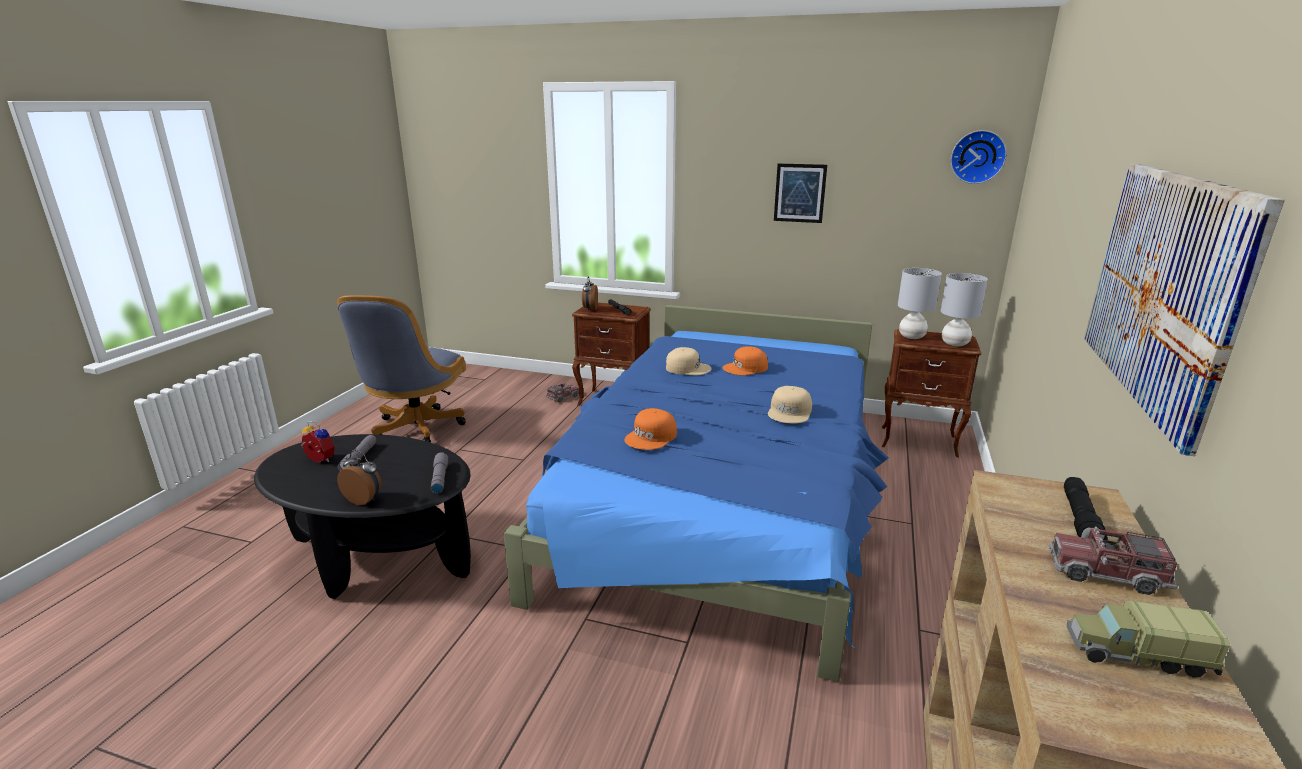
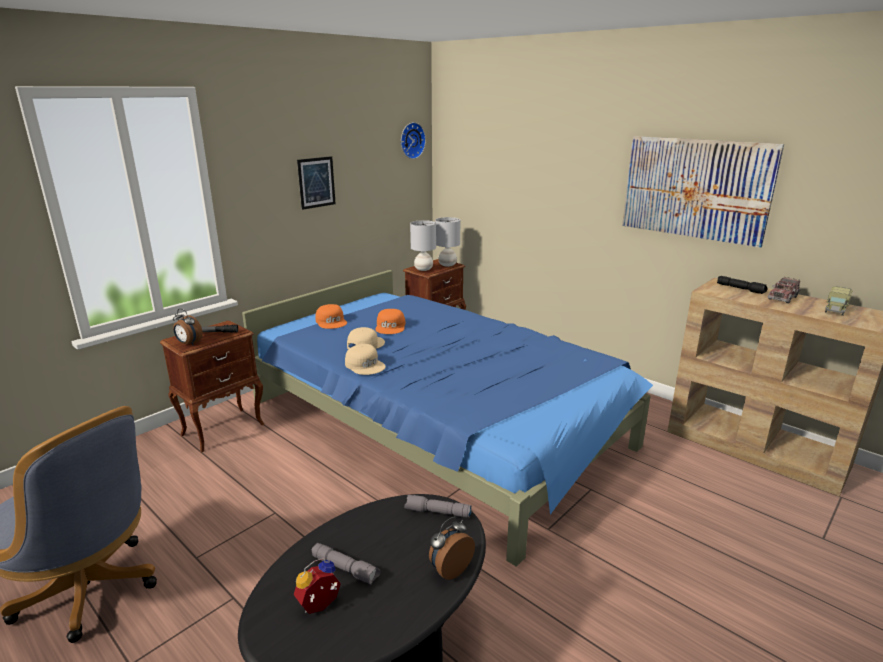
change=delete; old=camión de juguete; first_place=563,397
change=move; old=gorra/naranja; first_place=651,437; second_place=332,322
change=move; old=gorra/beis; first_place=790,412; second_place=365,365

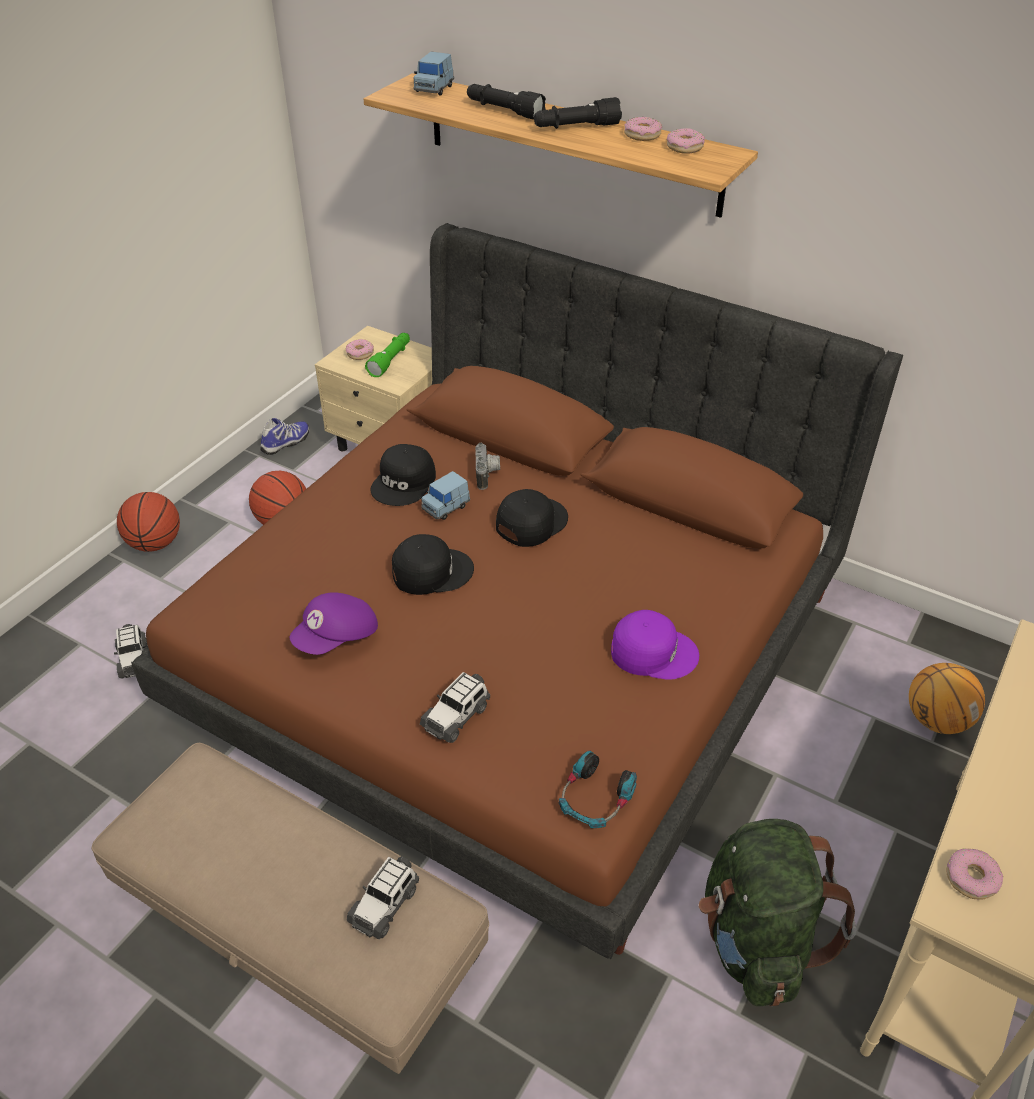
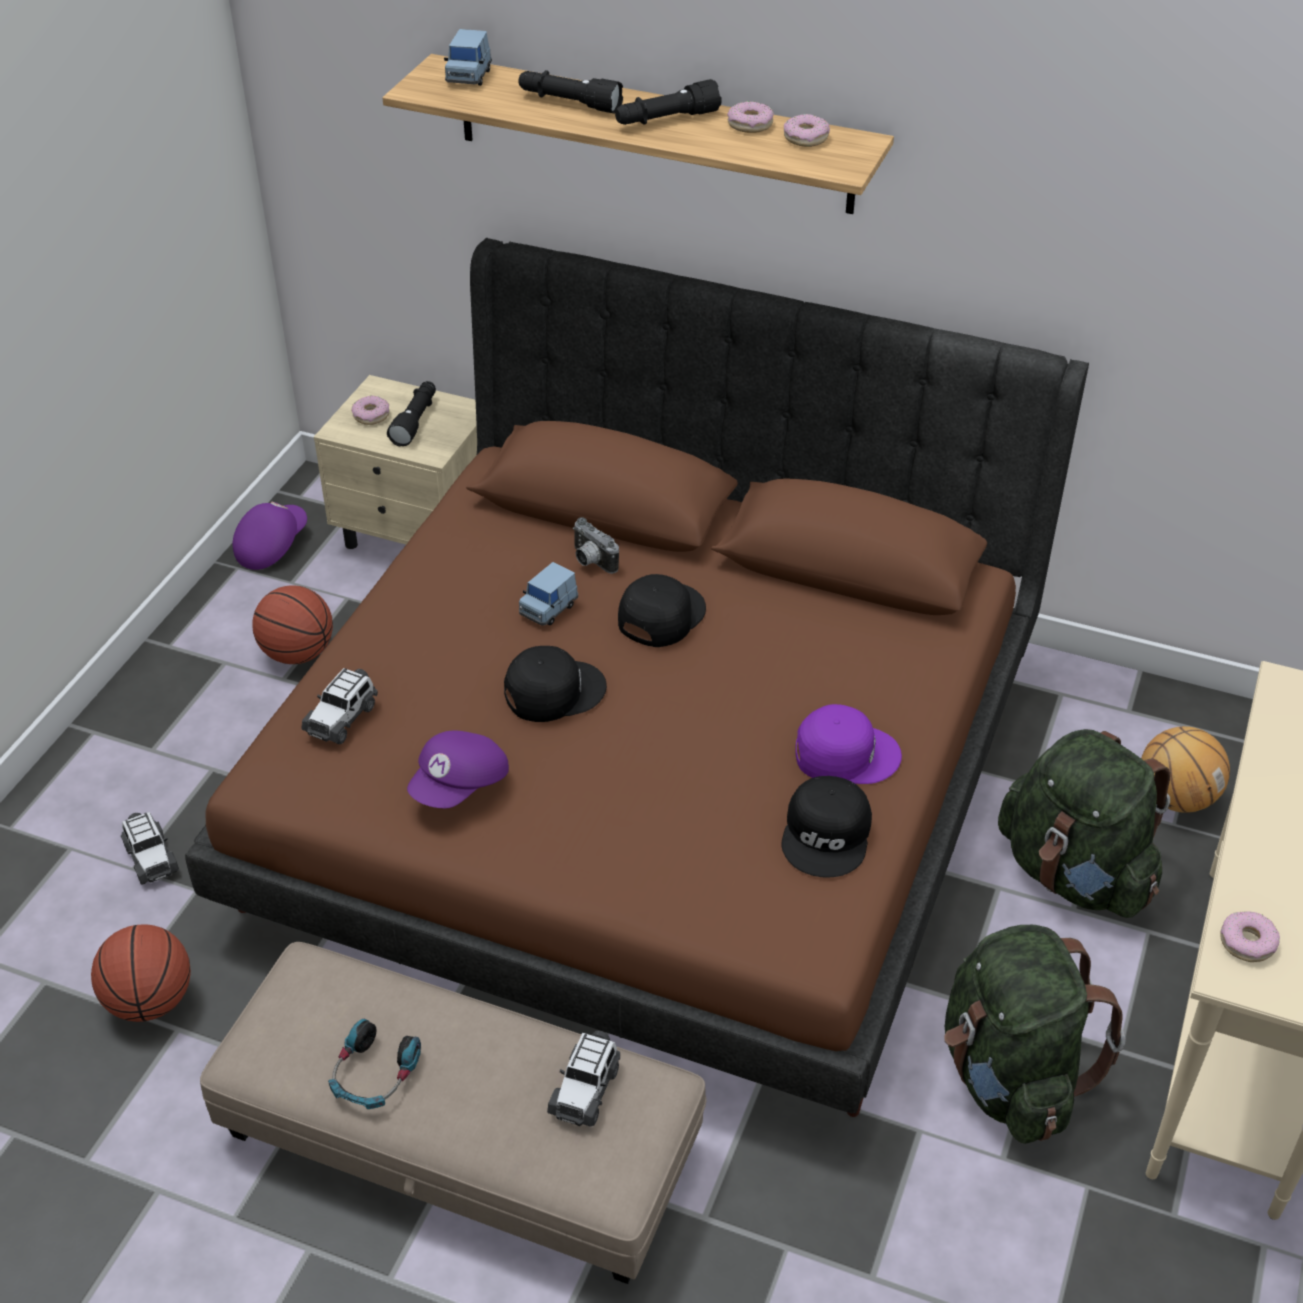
change=insert; new=mochila/verde; second_place=1075,874
change=move; old=balón de baloncesto; first_place=155,543; second_place=150,1001
change=move; old=gorra/negro; first_place=404,482; second_place=828,835
change=move; old=coche de juguete; first_place=456,716; second_place=342,718
change=move; old=auriculares; first_place=595,799; second_place=374,1075
change=replace; old=zapato; new=gorra/morado; first_place=286,443; second_place=271,546
change=recolor; old=linterna/verde; new=linterna/negro; first_place=390,360; second_place=415,421
change=rotate; old=cámara; first_place=488,475; second_place=590,561; degrees=150

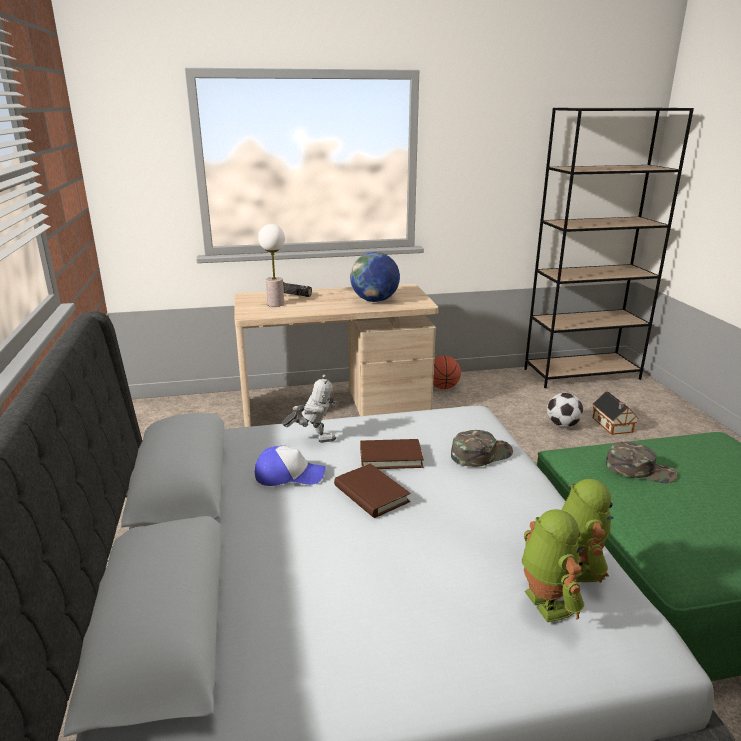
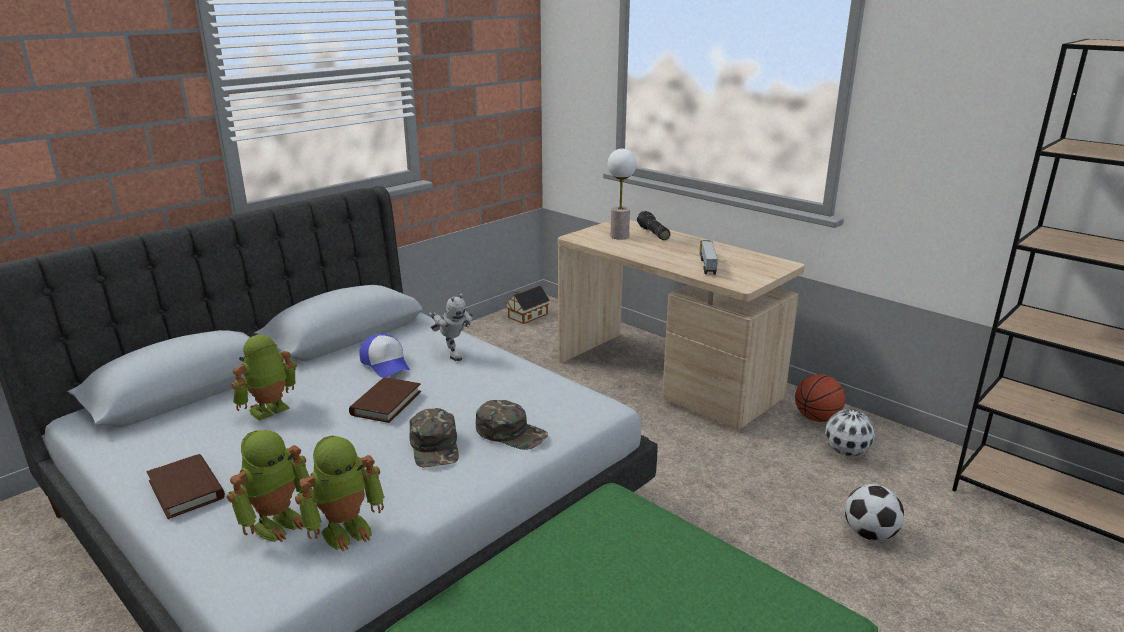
change=insert; new=robot de juguete; second_place=270,411
change=insert; new=balón de fútbol; second_place=847,452
change=move; old=libro/marrón; first_place=390,457; second_place=186,489
change=move; old=casita; first_place=612,426; second_place=526,316
change=move; old=gorra/verde; first_place=640,469; second_place=435,446
change=replace; old=globo terráqueo; new=camión de juguete; first_place=374,300; second_place=707,264

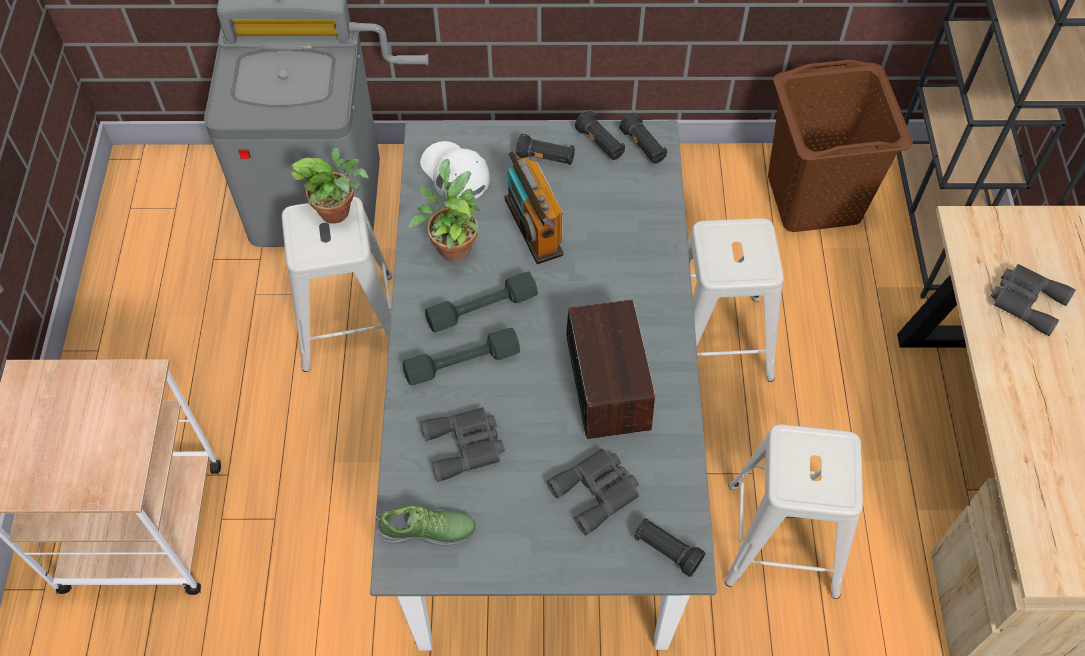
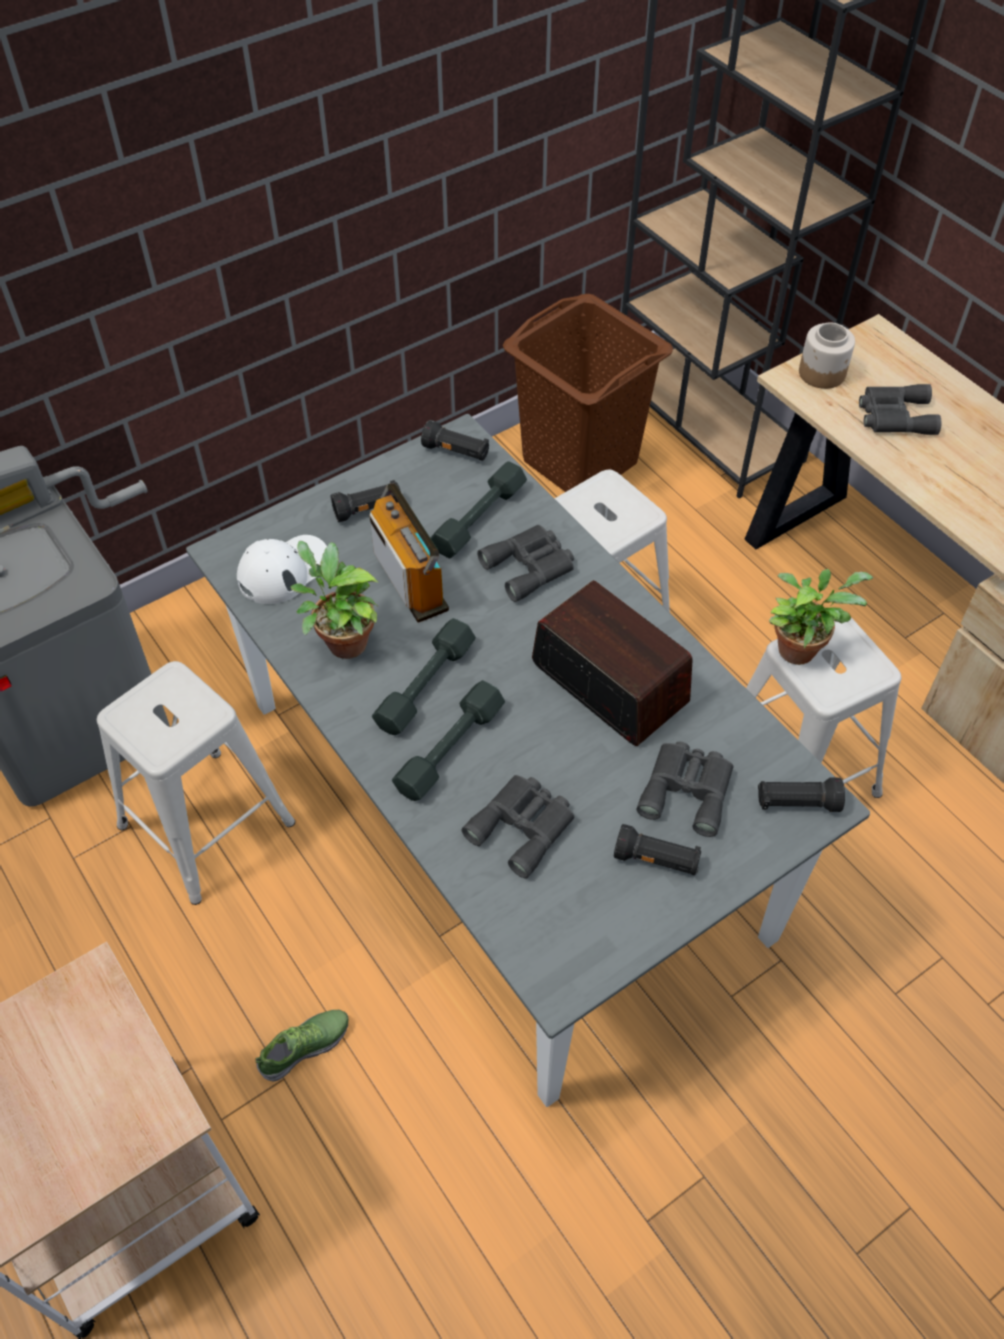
change=insert; new=mancuerna/gris; second_place=479,518
change=insert; new=prismáticos/gris; second_place=531,566
change=insert; new=tarro; second_place=822,373
change=move; old=planta en maceta; first_place=339,211; second_place=800,647
change=move; old=zapato; first_place=427,531; second_place=305,1047
change=move; old=linterna/negro; first_place=600,144; second_place=656,860
change=rotate; old=gorra/blanco; first_place=455,172; second_place=284,570; degrees=120
change=rotate; old=radio; first_place=533,227; second_place=411,580; degrees=-150

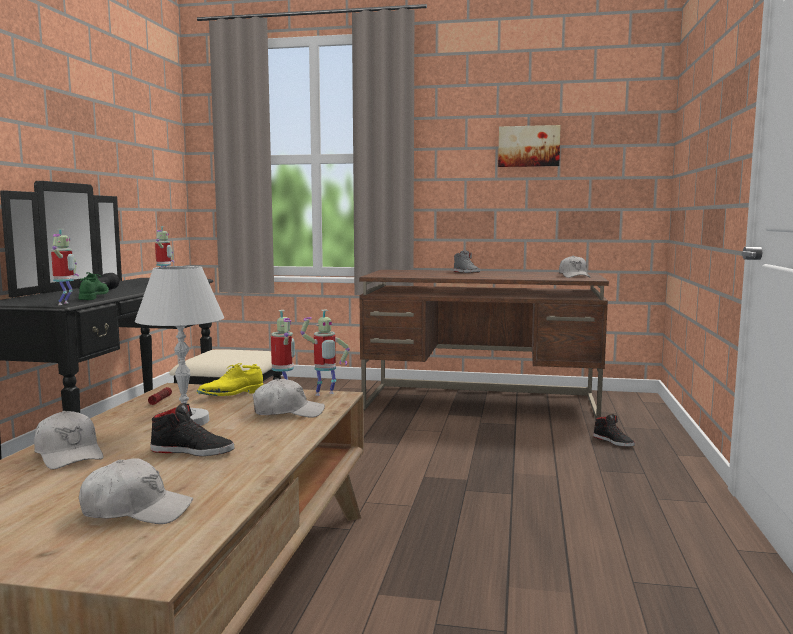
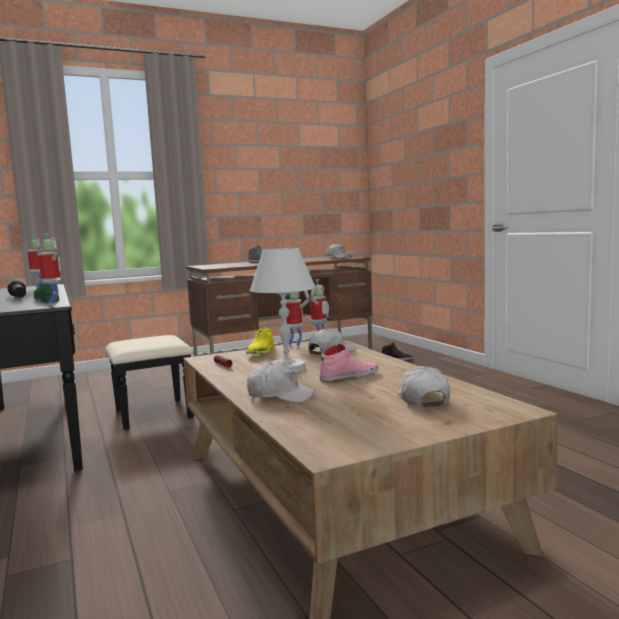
change=delete; old=cuadro; first_place=528,146
change=recolor; old=zapato/negro; new=zapato/rosa; first_place=193,451; second_place=349,376
change=rotate; old=gorra/blanco; first_place=136,510; second_place=422,399; degrees=-60

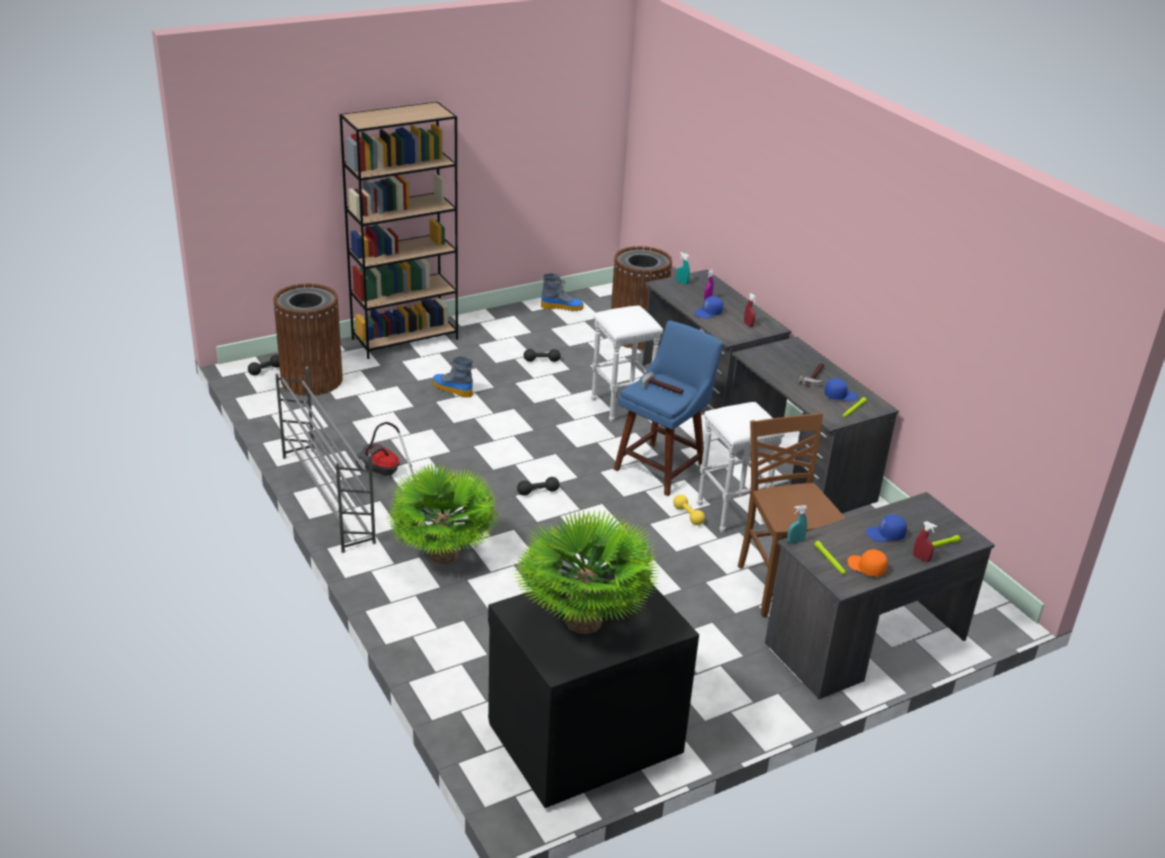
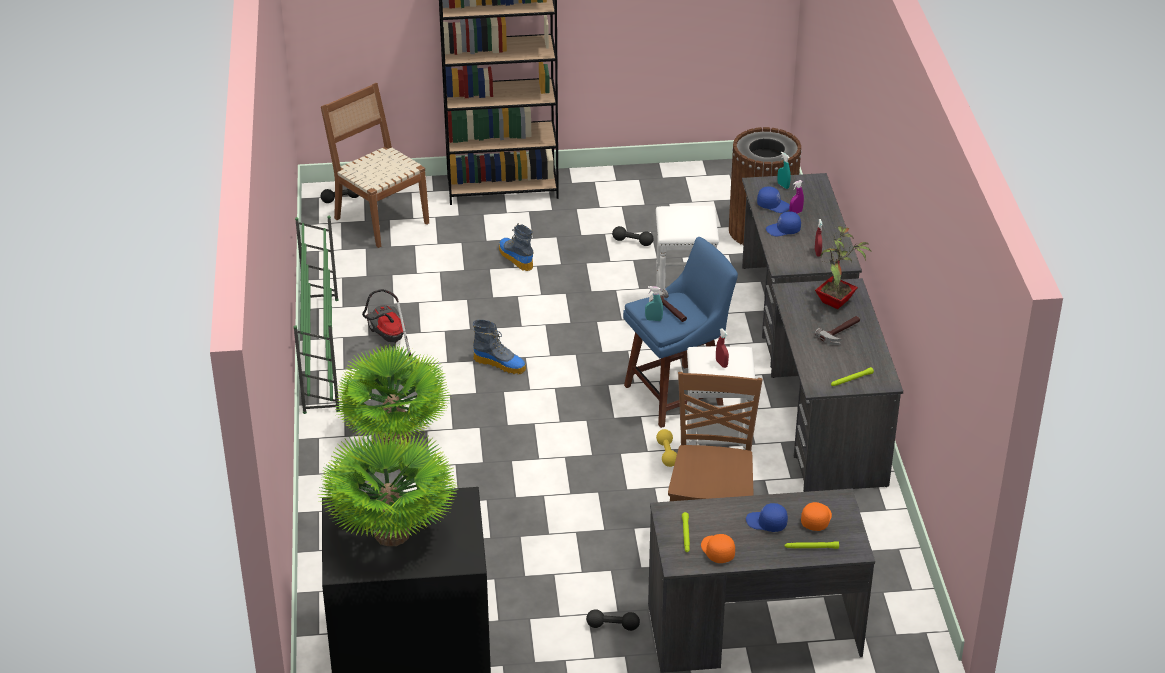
change=insert; new=gorra/naranja; second_place=816,519
change=insert; new=planta en maceta; second_place=836,302
change=move; old=mancuerna/negro; first_place=538,492; second_place=612,626
change=move; old=bota; first_place=562,307; second_place=500,364
change=move; old=pulverizador/turquesa; first_place=795,541; second_place=653,319
change=move; old=gorra/azul; first_place=840,395; second_place=773,205
change=move; old=pulverizador/rojo; first_place=921,558; second_place=721,364
change=replace; old=papelera/marrón; new=silla; first_place=311,380; second_place=380,219
change=recolor; old=zapatero/gris; new=zapatero/verde; first_place=327,498; second_place=321,353

